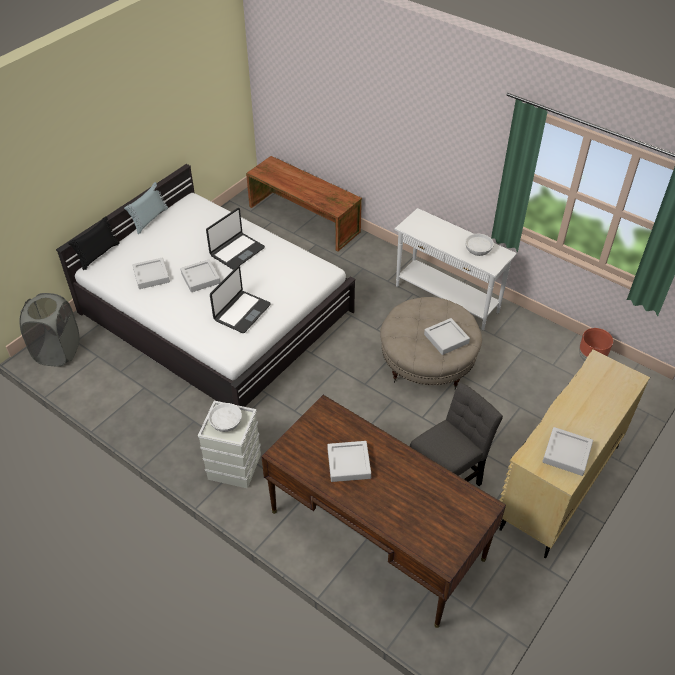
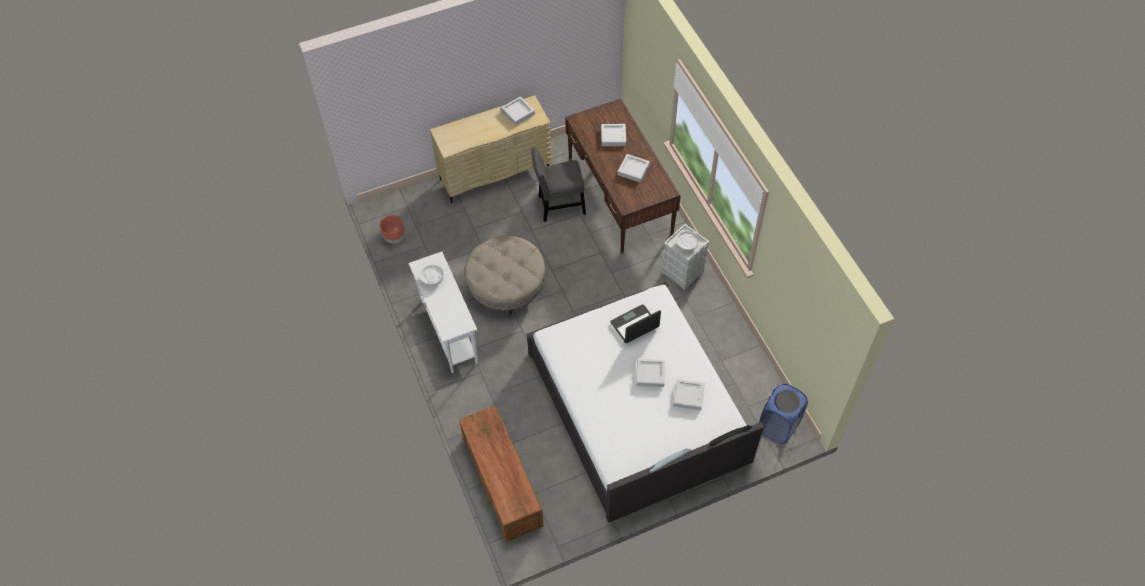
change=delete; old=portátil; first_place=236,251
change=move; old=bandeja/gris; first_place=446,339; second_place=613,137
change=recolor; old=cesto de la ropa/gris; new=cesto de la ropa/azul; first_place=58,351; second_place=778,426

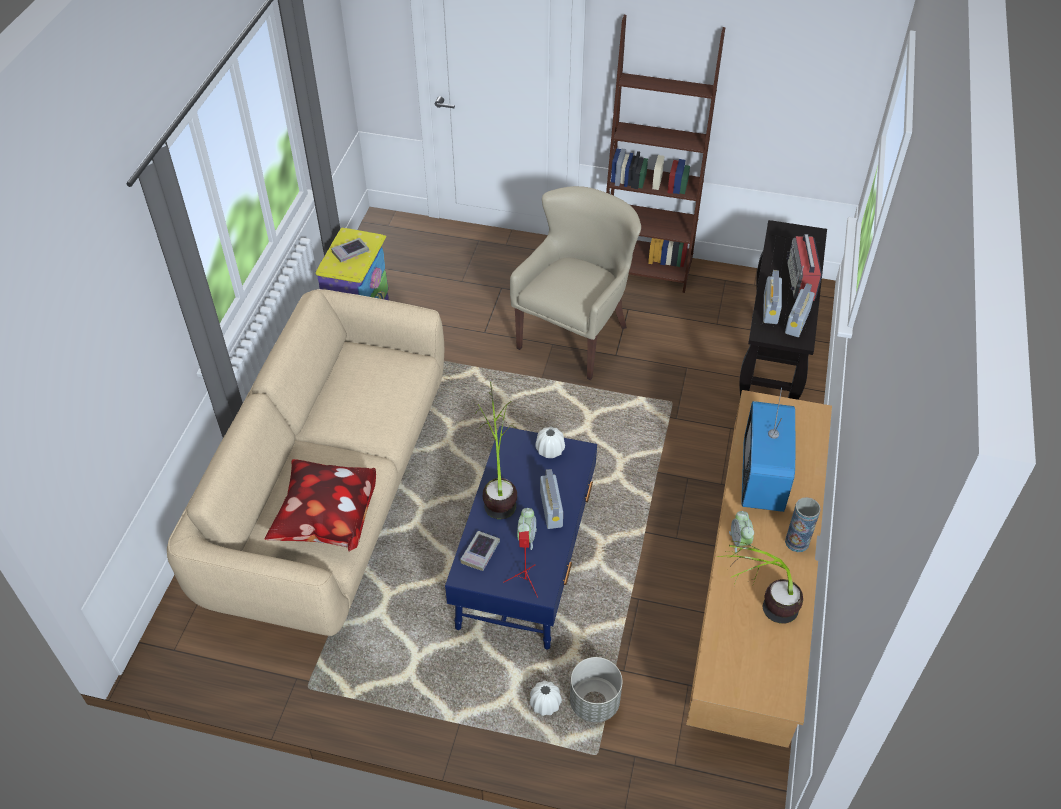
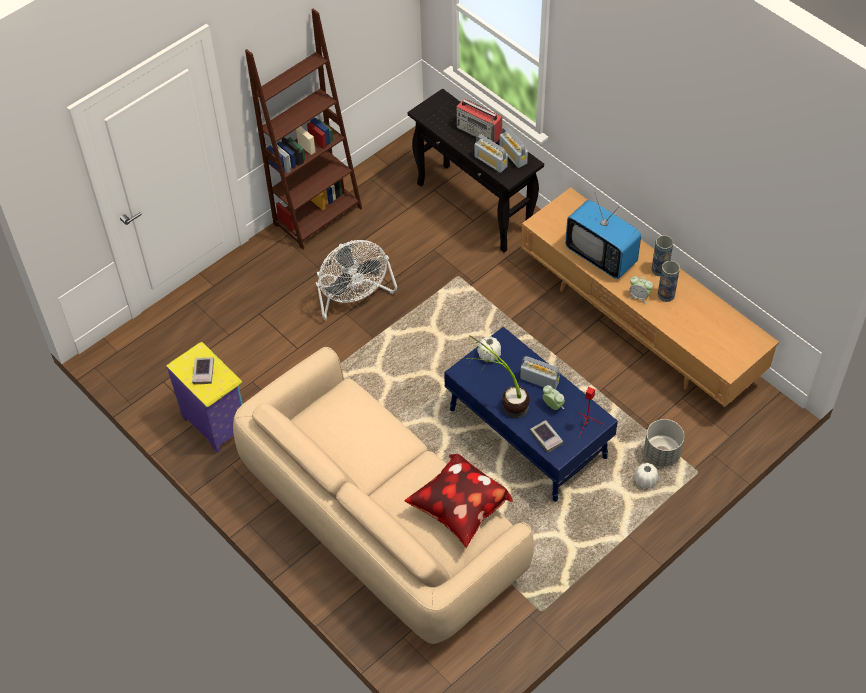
change=delete; old=planta en maceta; first_place=758,609
change=insert; new=florero; second_place=666,295
change=replace; old=sillón/beis; new=ventilador/blanco; first_place=575,337; second_place=350,296

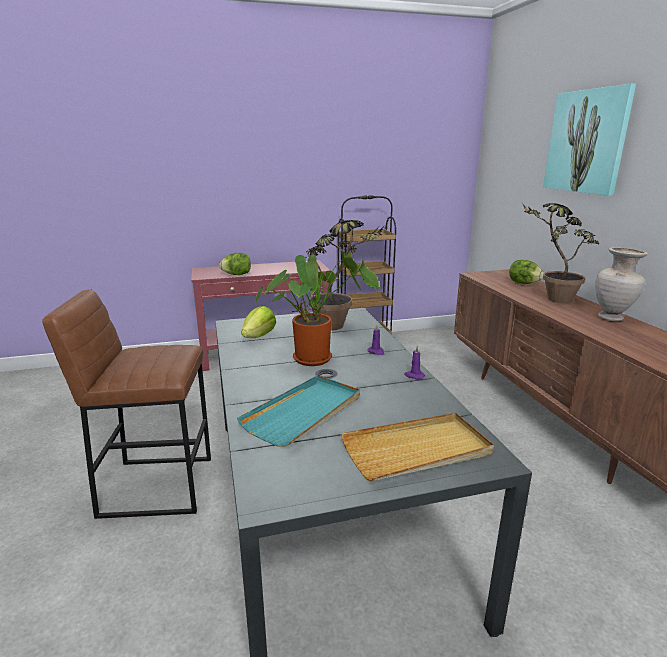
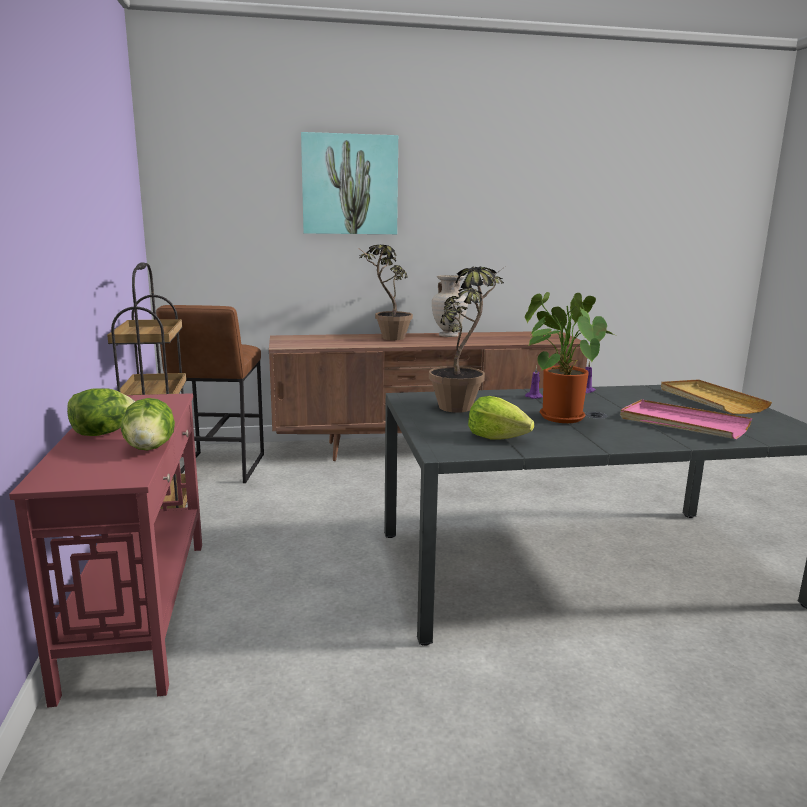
change=move; old=taburete/marrón; first_place=155,486; second_place=219,467
change=move; old=lechuga; first_place=523,283; second_place=103,433
change=recolor; old=bandeja/turquesa; new=bandeja/rosa; first_place=304,412; second_place=682,423

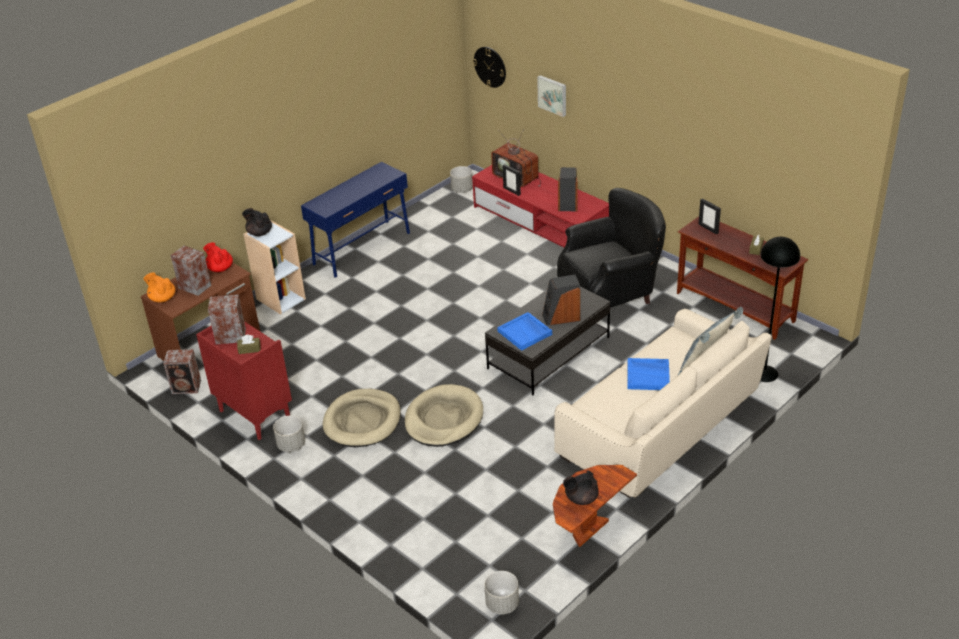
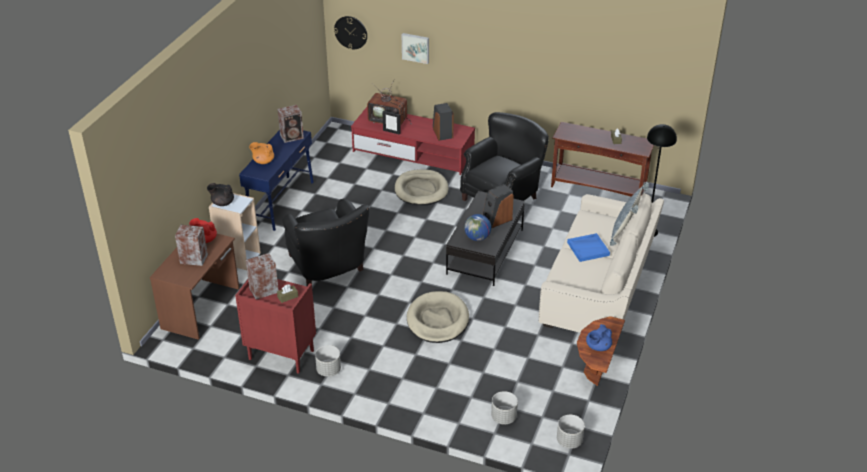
change=delete; old=portarretratos; first_place=708,228
change=insert; new=sillón/negro; second_place=328,266
change=move; old=tetera/naranja; first_place=162,298; second_place=263,161
change=move; old=altavoz; first_place=187,387; second_place=292,137
change=move; old=cama para perro/beis; first_place=362,421; second_place=421,190
change=move; old=maceta/gris; first_place=462,190; second_place=503,417
change=replace; old=bandeja/azul; new=globo terráqueo; first_place=525,333; second_place=477,238
change=recolor; old=tetera/negro; new=tetera/azul; first_place=580,498; second_place=598,347

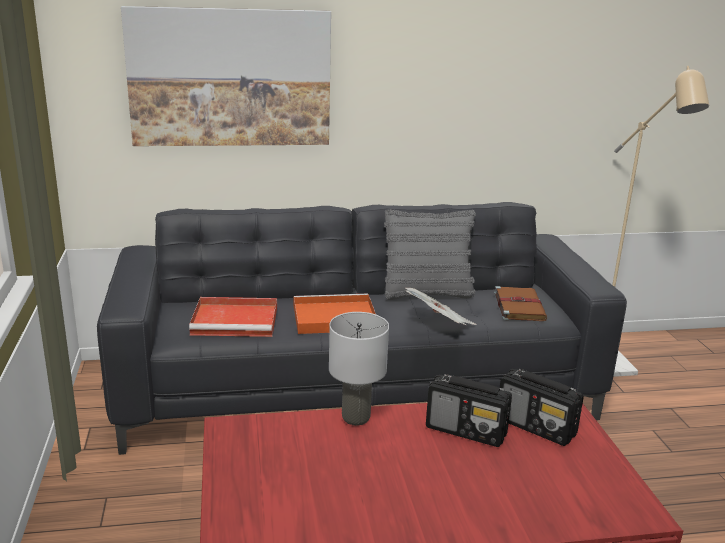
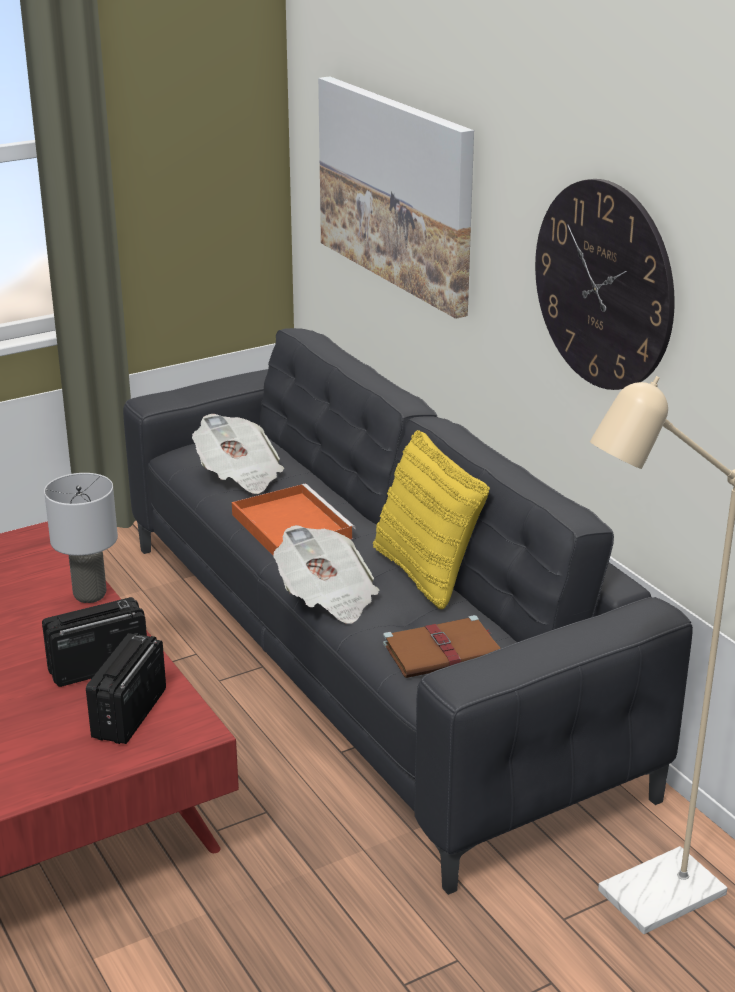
change=insert; new=reloj de pared; second_place=603,285
change=replace; old=bandeja/rojo; new=periódico; first_place=237,320; second_place=239,475
change=recolor; old=cojín/gris; new=cojín/amarillo; first_place=427,294; second_place=427,575
change=rotate; old=radio; first_place=466,431; second_place=97,667; degrees=60

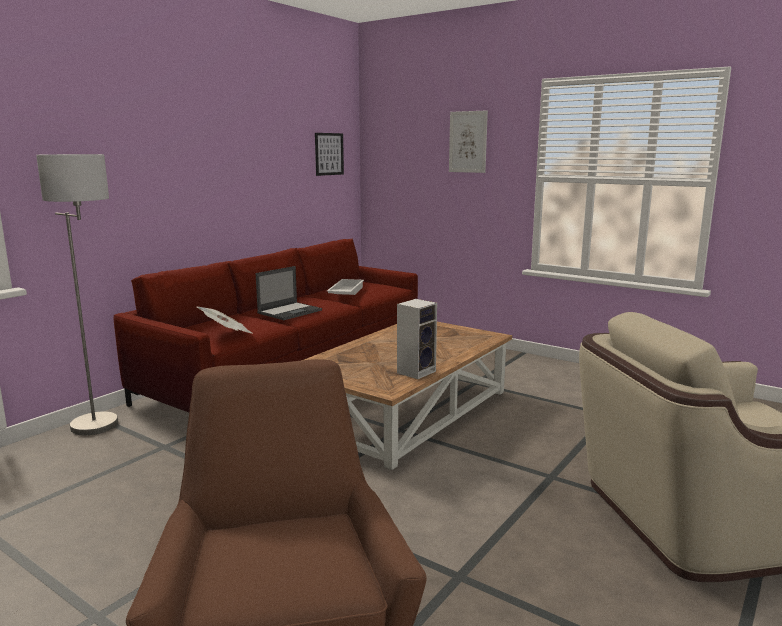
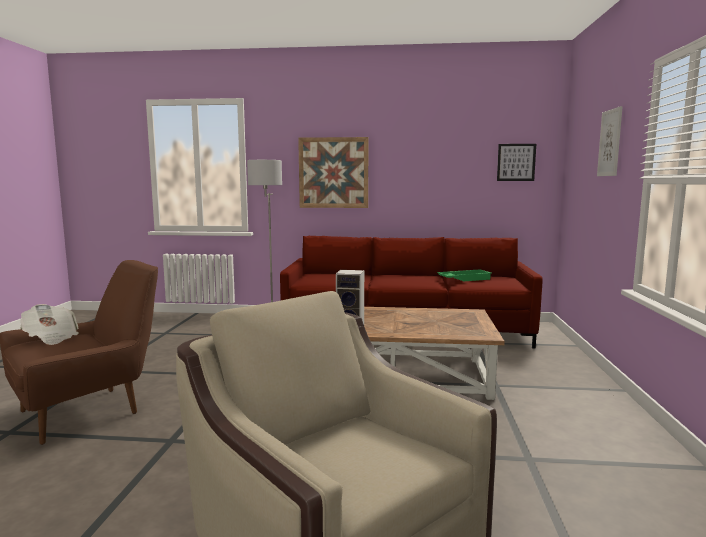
change=delete; old=portátil; first_place=290,311
change=insert; new=cuadro; second_place=333,173
change=move; old=periódico; first_place=226,333; second_place=51,337
change=recolor; old=bandeja/blanco; new=bandeja/verde; first_place=345,292; second_place=464,279

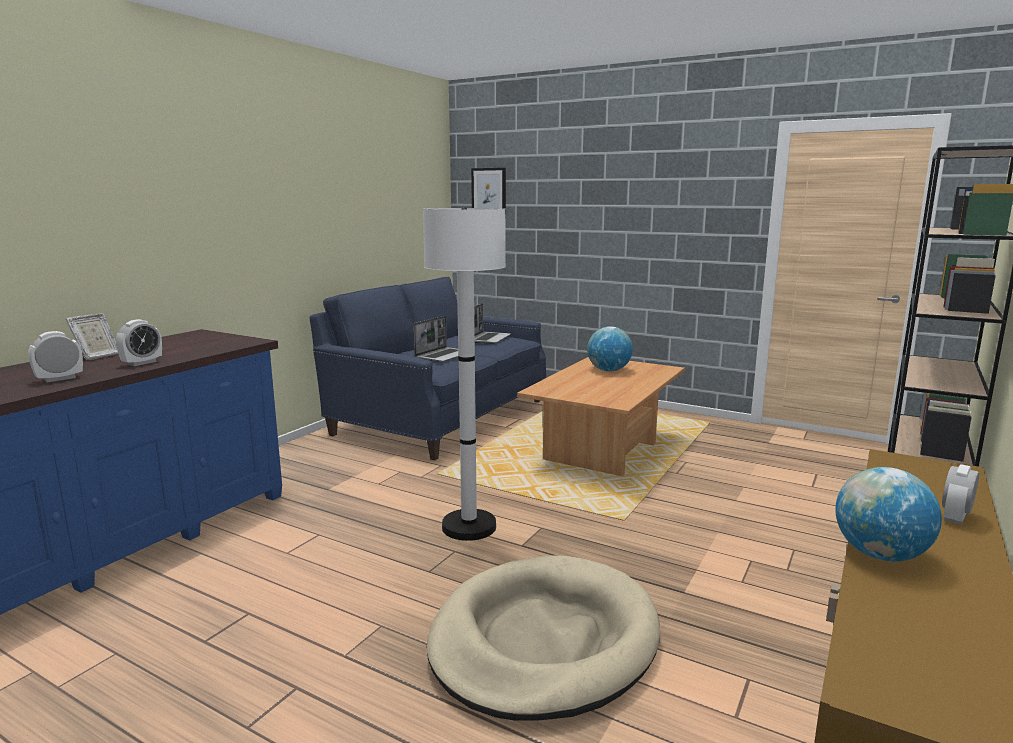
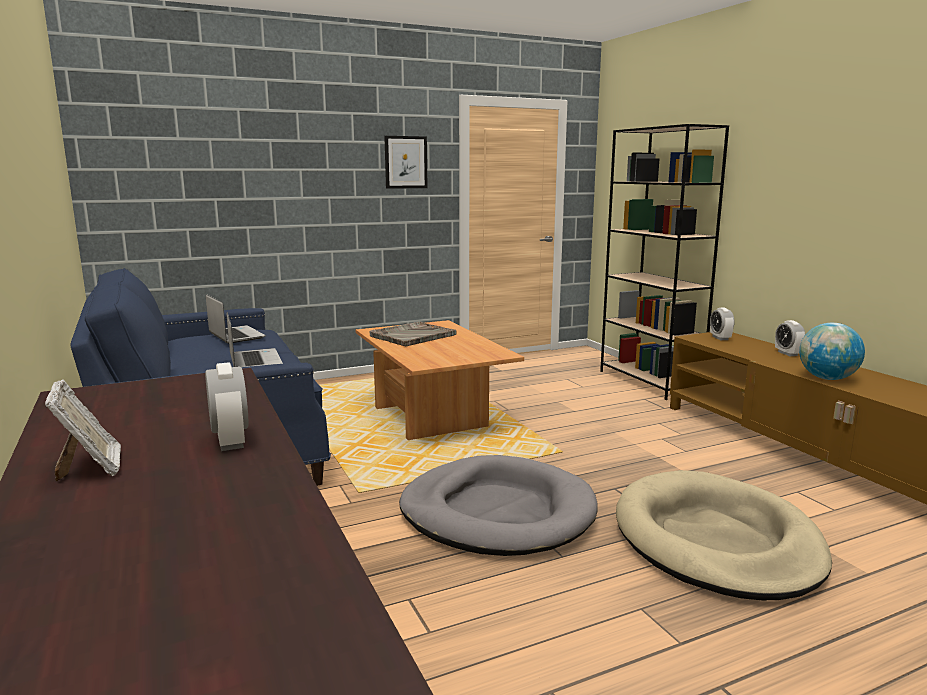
change=move; old=despertador; first_place=60,379; second_place=720,338
change=move; old=cuadro; first_place=489,191; second_place=405,162
change=replace; old=lámpara de pie/blanco; new=cama para perro/gris; first_place=469,527; second_place=497,512
change=replace; old=globo terráqueo; new=bandeja/gris; first_place=608,370; second_place=412,335

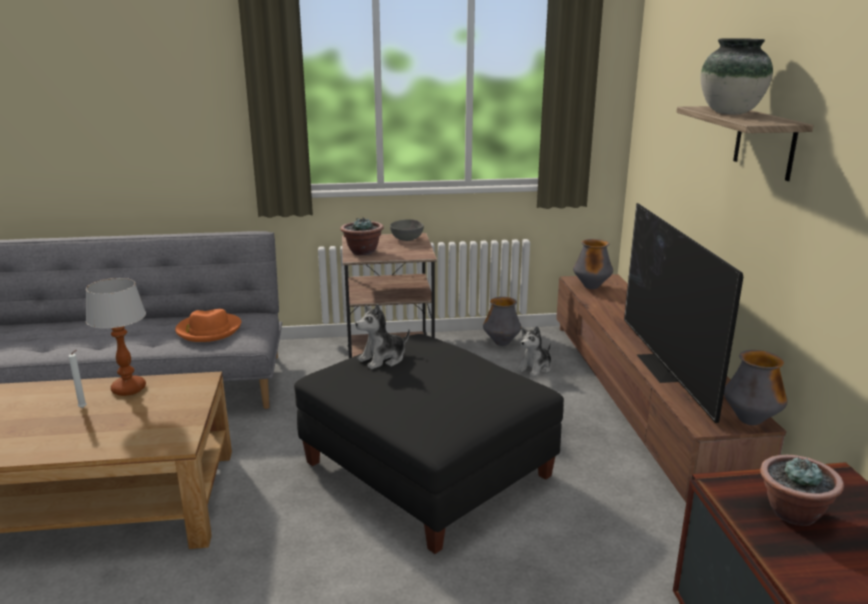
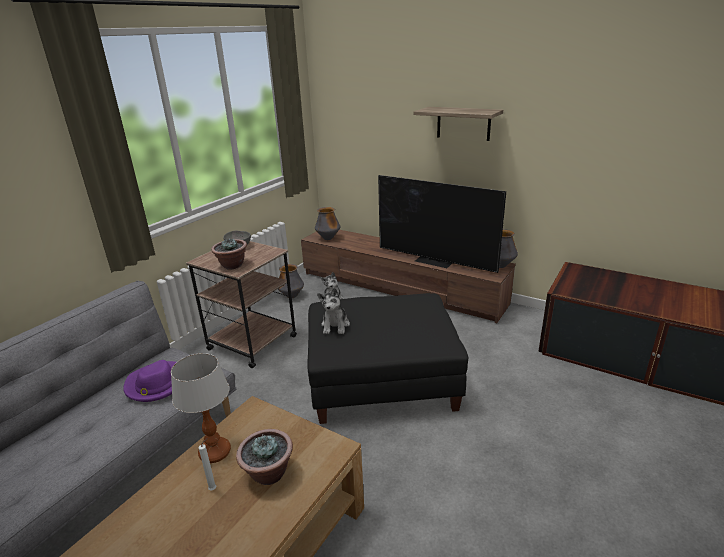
change=delete; old=florero; first_place=730,113
change=move; old=planta en maceta; first_place=792,513; second_place=268,474
change=recolor; old=sombrero/naranja; new=sombrero/morado; first_place=208,330; second_place=156,384

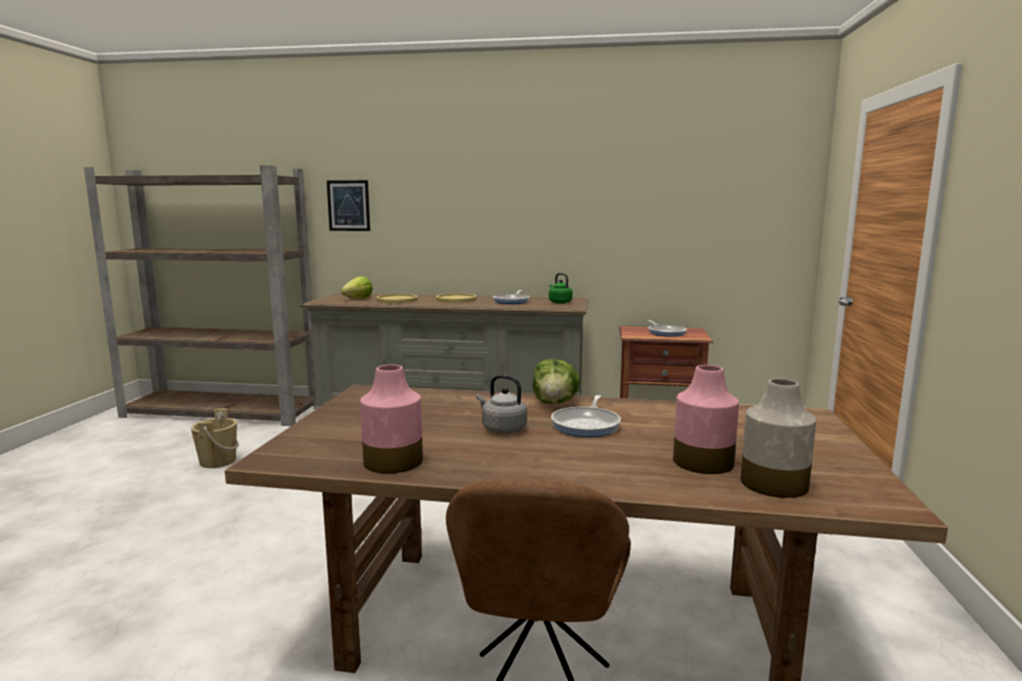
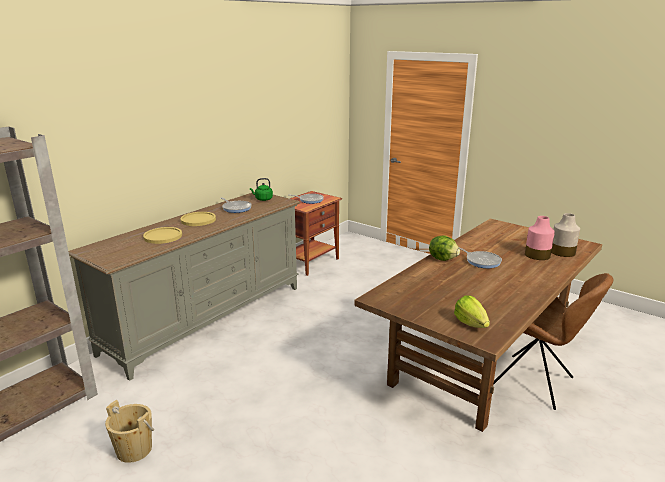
change=delete; old=cuadro; first_place=348,205
change=delete; old=florero/rosa; first_place=392,461
change=delete; old=hervidor/gris; first_place=502,429
change=move; old=lechuga; first_place=358,299; second_place=470,323

